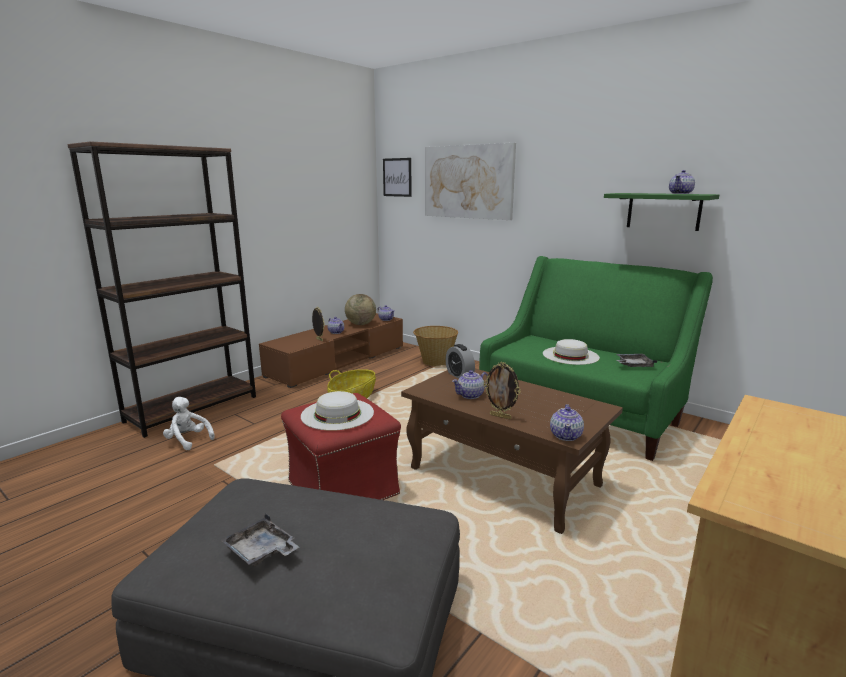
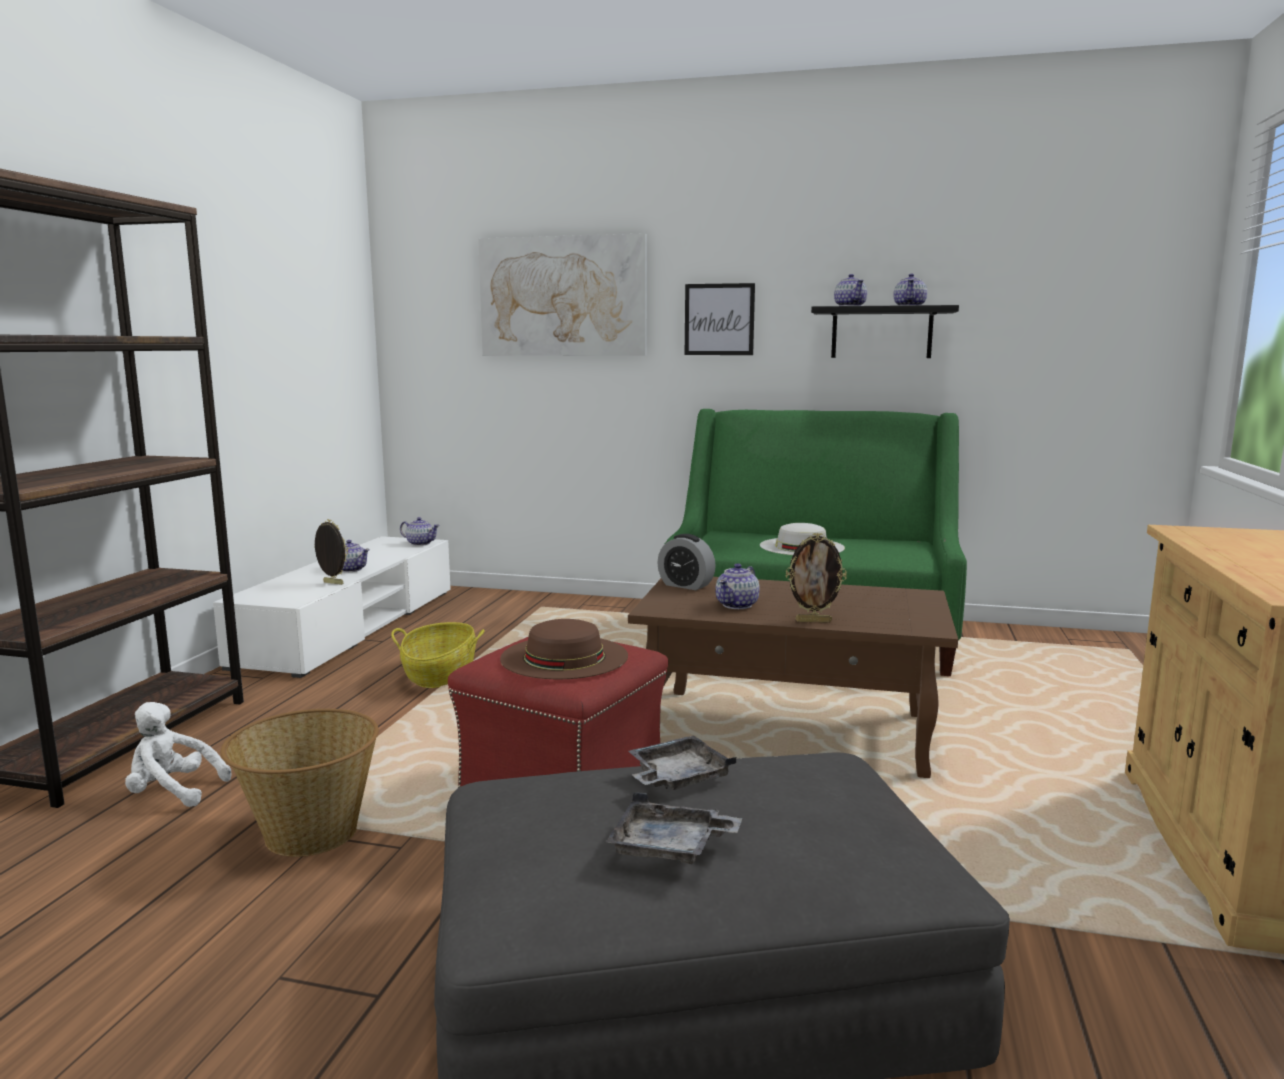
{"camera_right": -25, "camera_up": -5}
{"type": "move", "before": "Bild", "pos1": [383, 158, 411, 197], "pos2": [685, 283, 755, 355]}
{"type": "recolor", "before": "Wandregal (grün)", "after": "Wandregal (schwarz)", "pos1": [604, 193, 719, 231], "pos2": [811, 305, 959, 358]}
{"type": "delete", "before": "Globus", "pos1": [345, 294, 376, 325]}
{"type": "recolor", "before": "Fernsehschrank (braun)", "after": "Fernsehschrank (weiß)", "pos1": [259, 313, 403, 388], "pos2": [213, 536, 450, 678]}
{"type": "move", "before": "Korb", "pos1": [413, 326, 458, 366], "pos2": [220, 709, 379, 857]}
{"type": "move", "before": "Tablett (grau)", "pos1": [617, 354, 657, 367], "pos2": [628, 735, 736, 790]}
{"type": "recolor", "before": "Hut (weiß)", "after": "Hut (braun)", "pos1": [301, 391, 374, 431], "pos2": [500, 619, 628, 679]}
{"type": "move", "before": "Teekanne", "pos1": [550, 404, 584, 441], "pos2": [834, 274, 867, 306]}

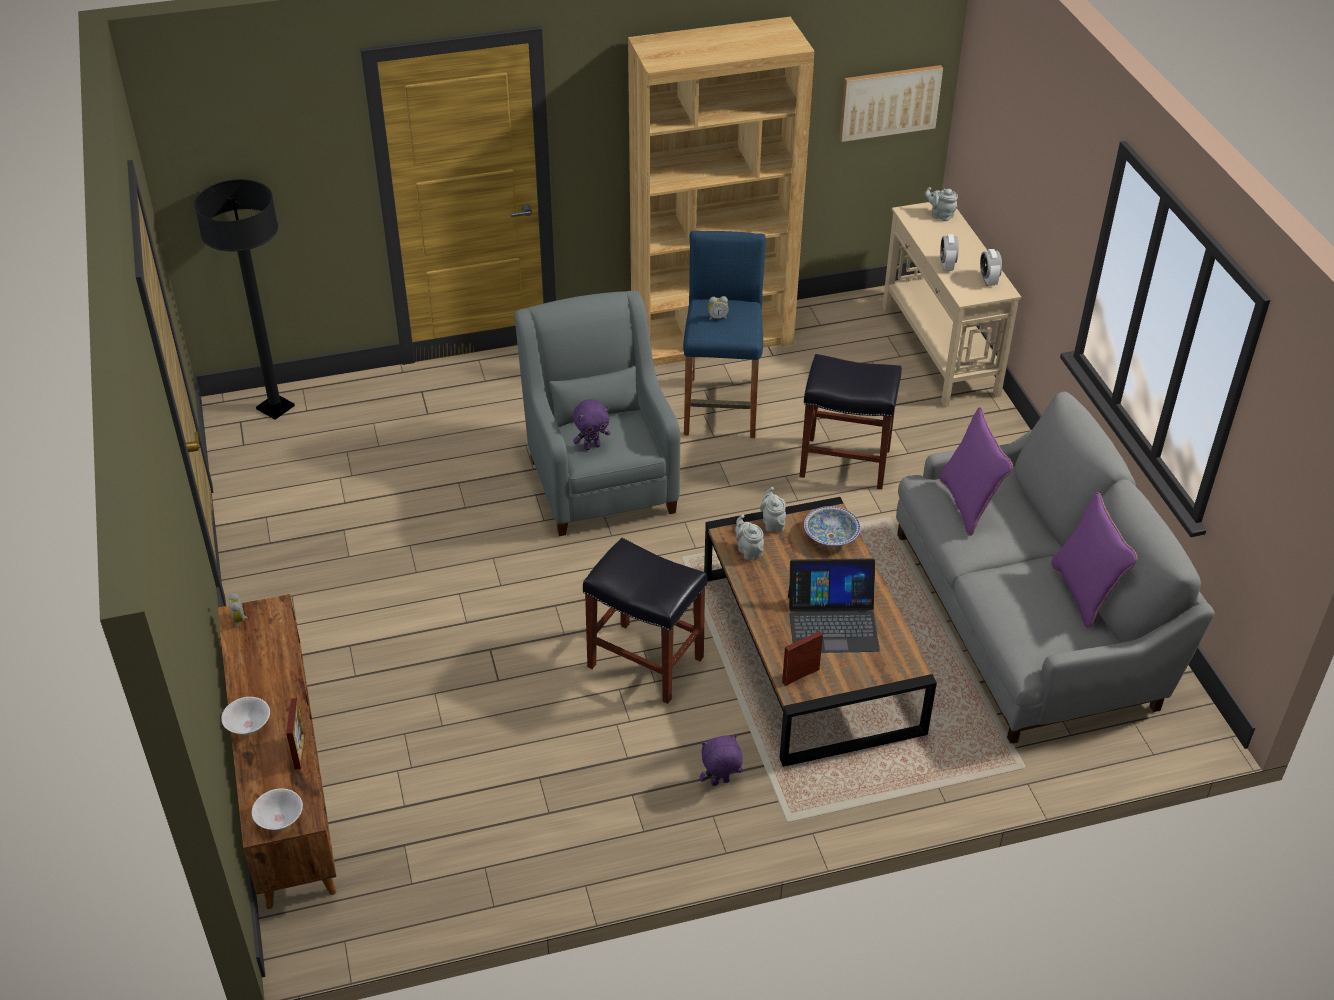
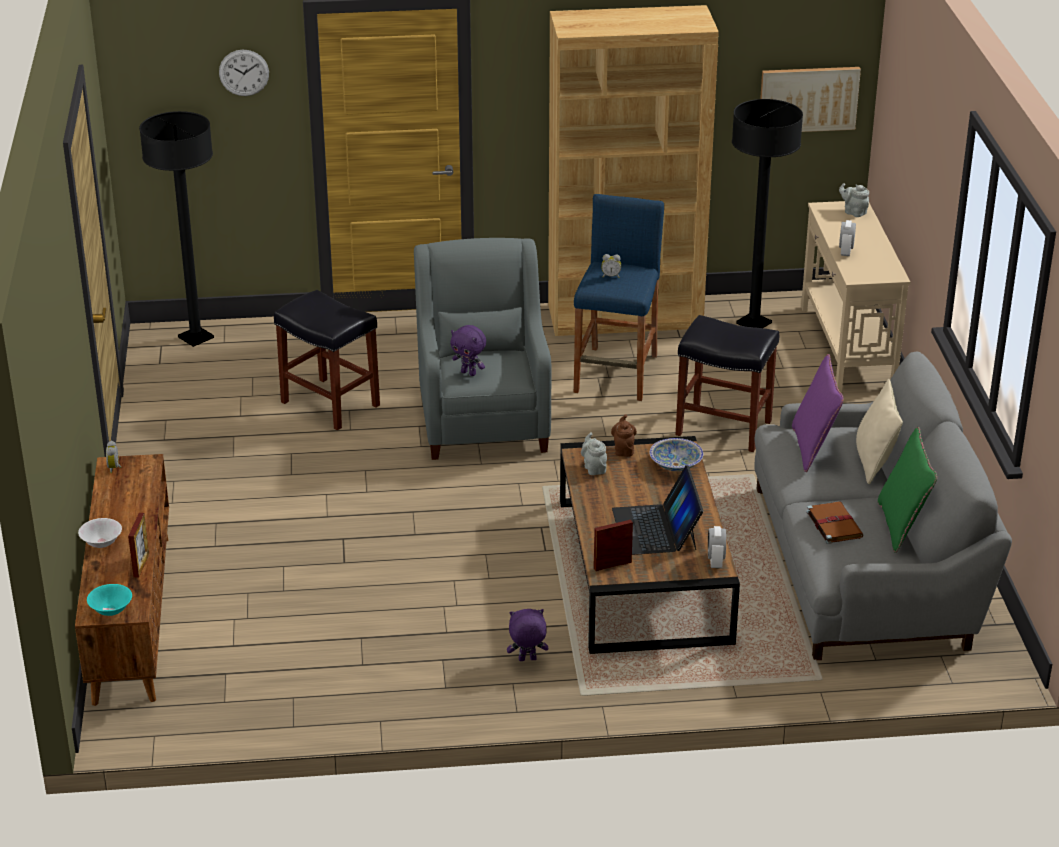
{"camera_right": 10, "camera_up": -10}
{"type": "move", "before": "Wecker", "pos1": [980, 249, 1002, 286], "pos2": [708, 526, 726, 568]}
{"type": "rotate", "before": "Plüschtier (lila)", "pos1": [573, 399, 610, 450], "pos2": [451, 325, 486, 376], "turn": 45}
{"type": "recolor", "before": "Teekanne (grau)", "after": "Teekanne (braun)", "pos1": [760, 487, 786, 532], "pos2": [611, 414, 637, 457]}
{"type": "recolor", "before": "Kissen (lila)", "after": "Kissen (grün)", "pos1": [1051, 492, 1138, 629], "pos2": [878, 427, 937, 553]}
{"type": "move", "before": "Hocker (schwarz)", "pos1": [583, 538, 708, 704], "pos2": [274, 290, 380, 430]}
{"type": "rotate", "before": "Laptop", "pos1": [788, 558, 880, 653], "pos2": [612, 465, 703, 555], "turn": 75}
{"type": "recolor", "before": "Schüssel (weiß)", "after": "Schüssel (türkis)", "pos1": [252, 788, 303, 830], "pos2": [87, 584, 132, 616]}
{"type": "insert", "after": "Wanduhr", "pos2": [219, 50, 269, 96]}
{"type": "insert", "after": "Stehlampe (schwarz)", "pos2": [732, 99, 803, 328]}
{"type": "insert", "after": "Kissen (beige)", "pos2": [856, 379, 903, 484]}
{"type": "insert", "after": "Buch (braun)", "pos2": [806, 501, 863, 544]}

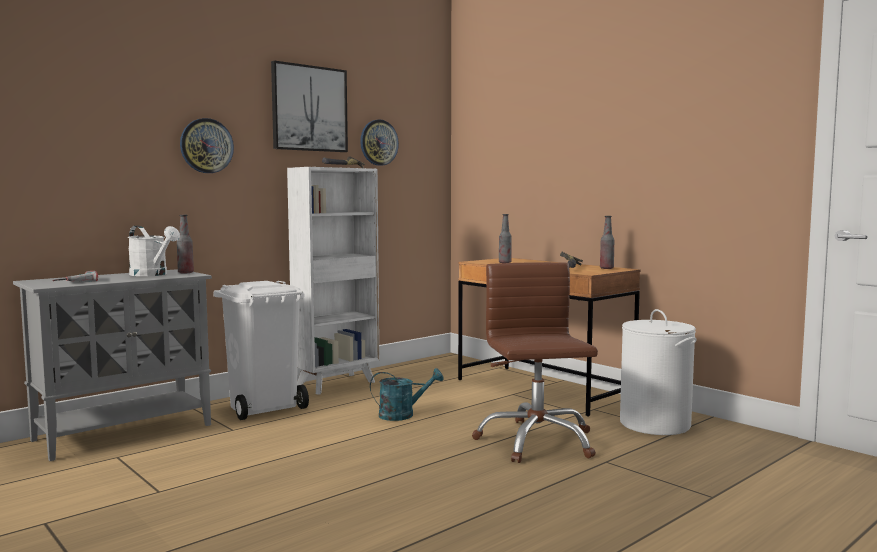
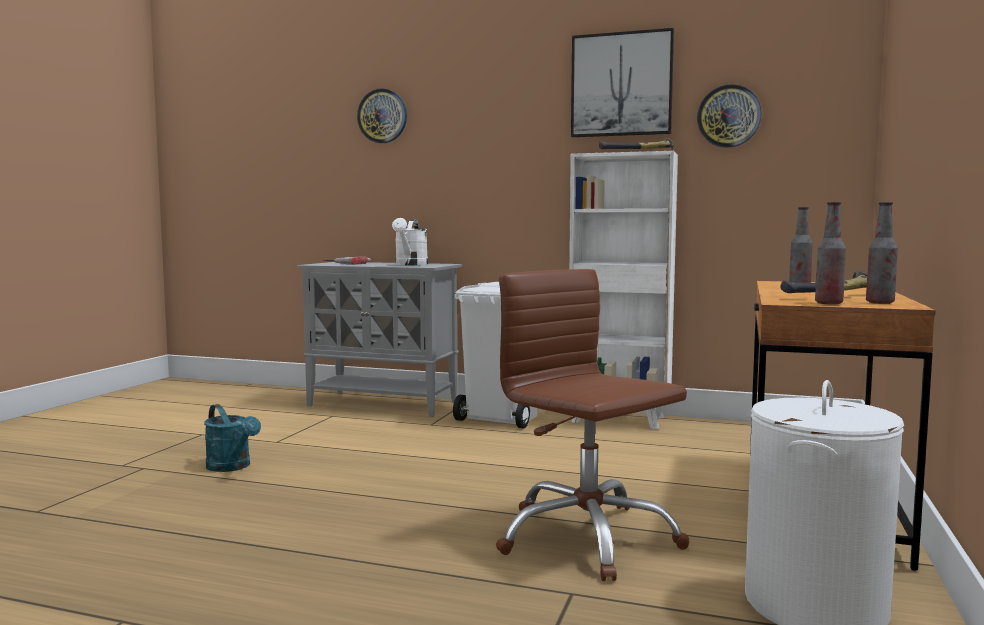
{"camera_right": 60, "camera_up": 0}
{"type": "move", "before": "Wanduhr", "pos1": [180, 118, 234, 173], "pos2": [357, 88, 407, 143]}
{"type": "move", "before": "Flasche", "pos1": [177, 215, 194, 273], "pos2": [815, 202, 846, 304]}
{"type": "rotate", "before": "Bürostuhl (braun)", "pos1": [472, 262, 598, 463], "pos2": [496, 269, 689, 581], "turn": -90}
{"type": "move", "before": "Gießkanne (türkis)", "pos1": [370, 368, 444, 421], "pos2": [204, 404, 261, 472]}

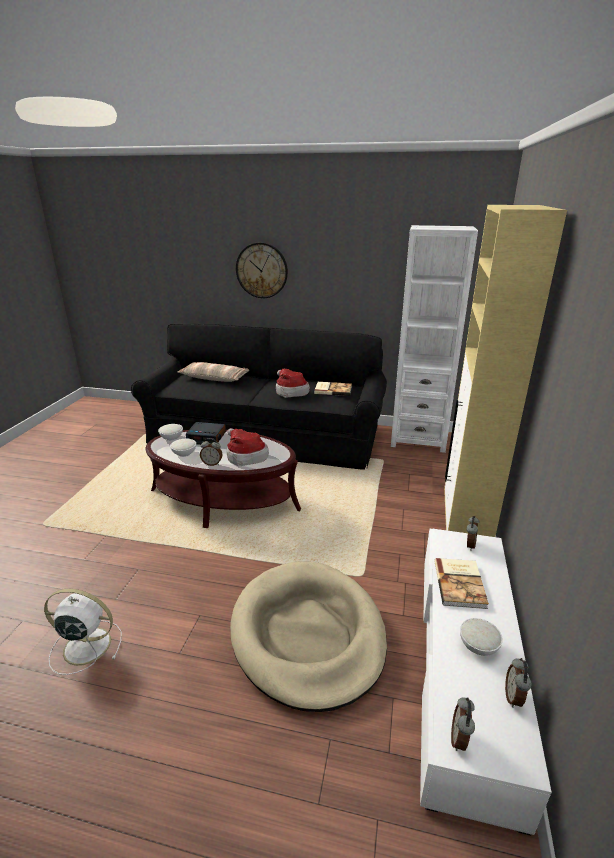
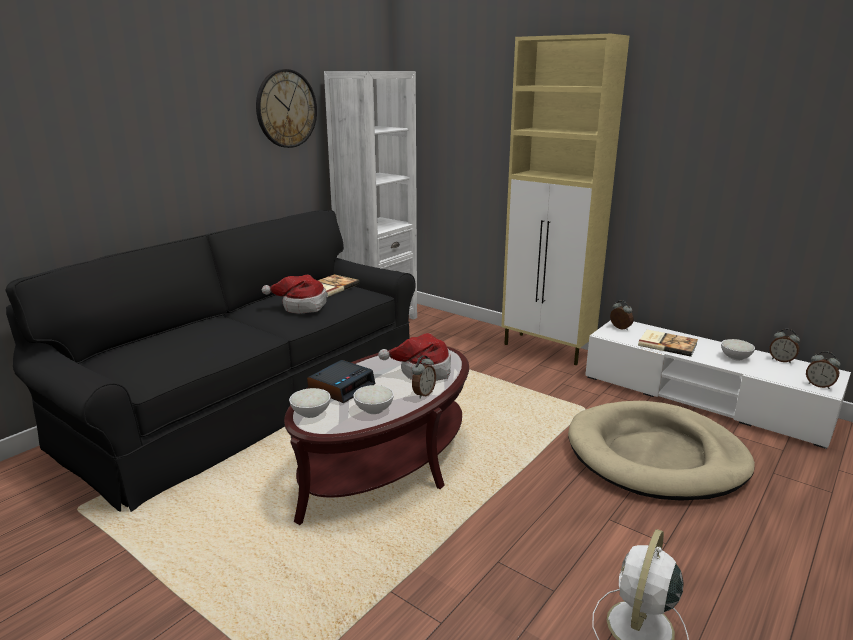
{"camera_right": -65, "camera_up": -5}
{"type": "move", "before": "Wanduhr", "pos1": [236, 242, 288, 298], "pos2": [256, 69, 317, 148]}
{"type": "delete", "before": "Kissen", "pos1": [177, 362, 249, 382]}

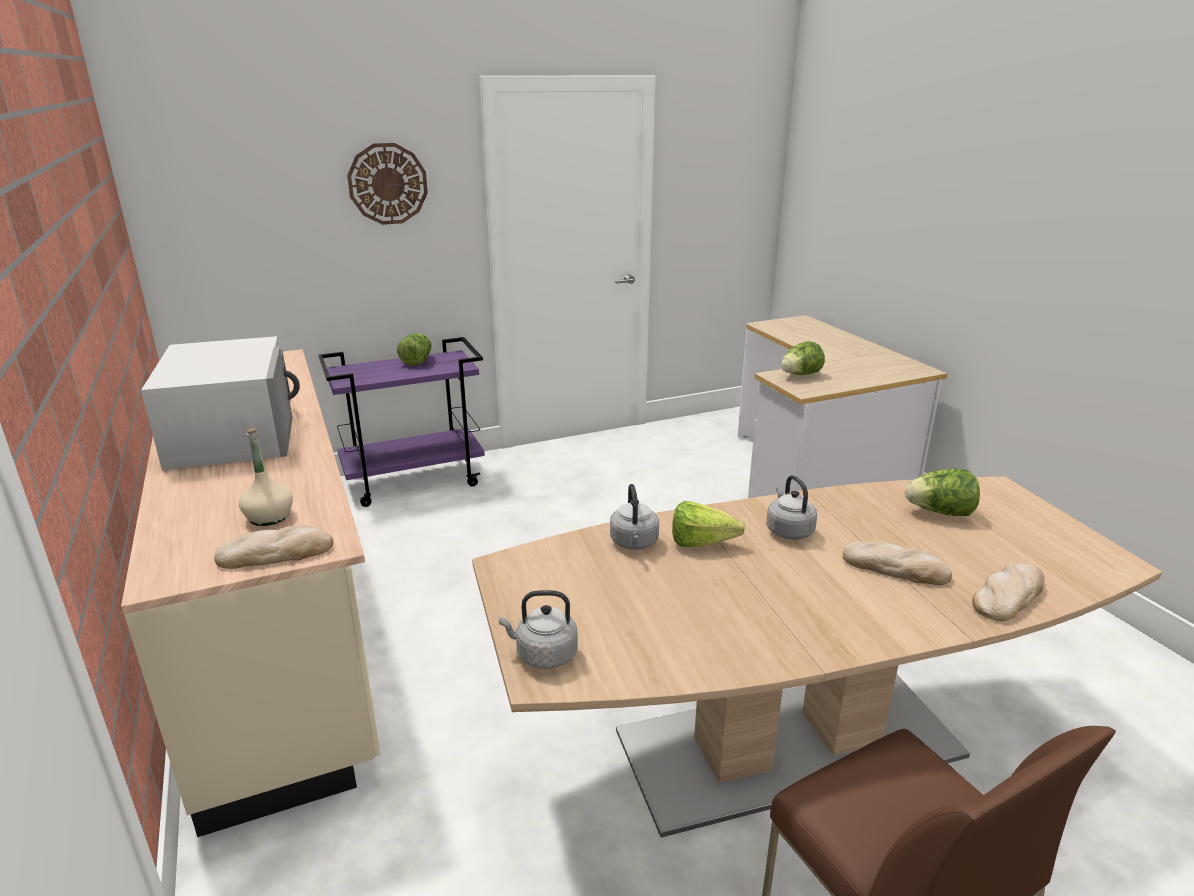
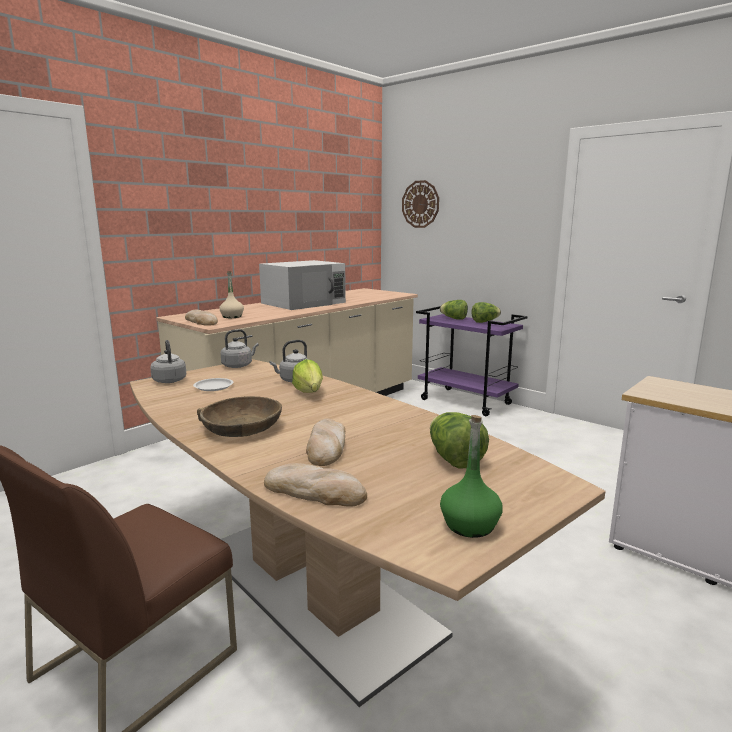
{"camera_right": 65, "camera_up": -10}
{"type": "move", "before": "Wanduhr", "pos1": [347, 143, 428, 225], "pos2": [402, 180, 439, 228]}
{"type": "move", "before": "Salatkopf", "pos1": [781, 341, 825, 375], "pos2": [440, 300, 468, 320]}
{"type": "move", "before": "Wasserkessel (grau)", "pos1": [767, 475, 817, 540], "pos2": [221, 329, 259, 368]}
{"type": "insert", "after": "Teller (weiß)", "pos2": [193, 378, 233, 391]}
{"type": "insert", "after": "Schüssel (braun)", "pos2": [197, 396, 282, 437]}
{"type": "insert", "after": "Flasche (grün)", "pos2": [440, 415, 503, 538]}

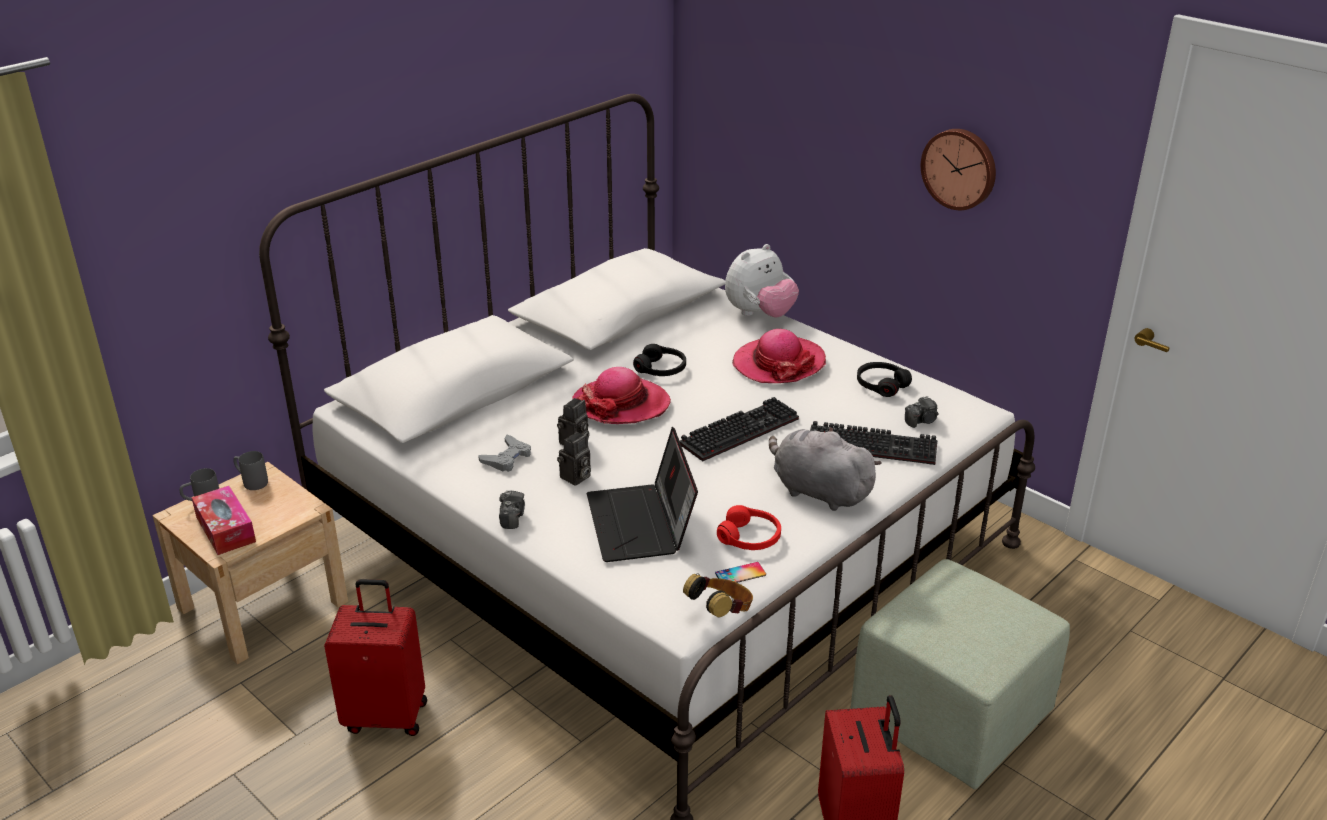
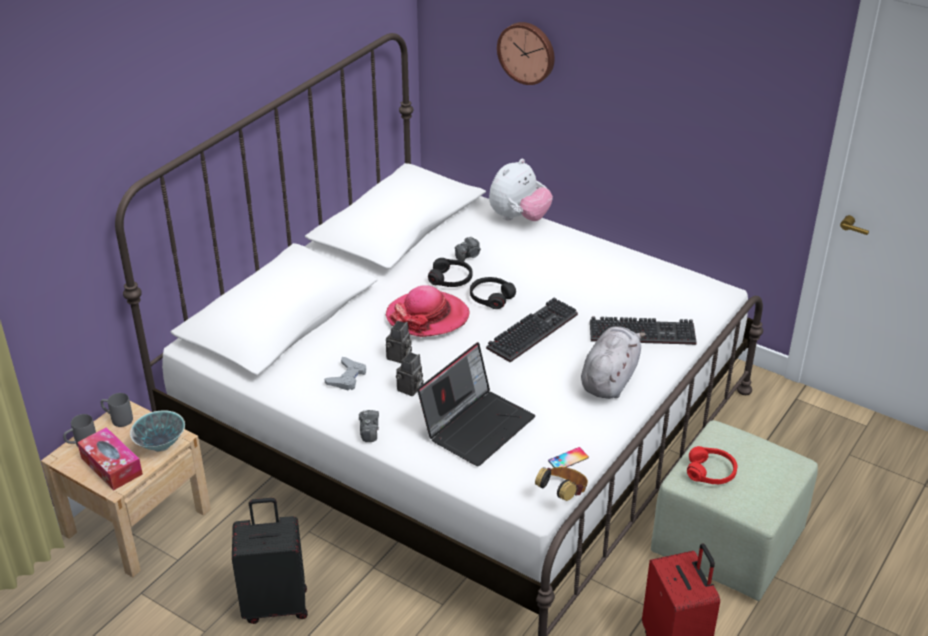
{"camera_right": -10, "camera_up": 5}
{"type": "move", "before": "Wanduhr", "pos1": [921, 129, 996, 210], "pos2": [497, 22, 555, 85]}
{"type": "delete", "before": "Hut", "pos1": [732, 329, 826, 383]}
{"type": "move", "before": "Kopfhörer (schwarz)", "pos1": [857, 362, 912, 397], "pos2": [470, 277, 516, 309]}
{"type": "move", "before": "Kamera", "pos1": [905, 396, 938, 428], "pos2": [455, 236, 481, 262]}
{"type": "rotate", "before": "Laptop", "pos1": [587, 427, 698, 562], "pos2": [417, 342, 535, 466], "turn": -120}
{"type": "rotate", "before": "Plüschtier (grau)", "pos1": [769, 427, 882, 511], "pos2": [581, 326, 646, 399], "turn": 90}
{"type": "move", "before": "Kopfhörer (rot)", "pos1": [717, 505, 781, 550], "pos2": [687, 446, 737, 484]}
{"type": "recolor", "before": "Koffer (rot)", "after": "Koffer (schwarz)", "pos1": [324, 579, 427, 736], "pos2": [232, 498, 308, 624]}
{"type": "insert", "after": "Schüssel", "pos2": [130, 410, 185, 452]}

